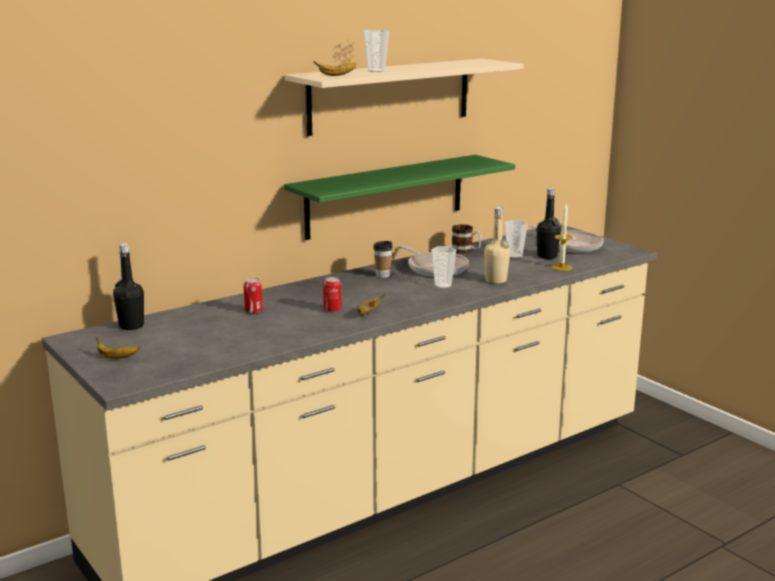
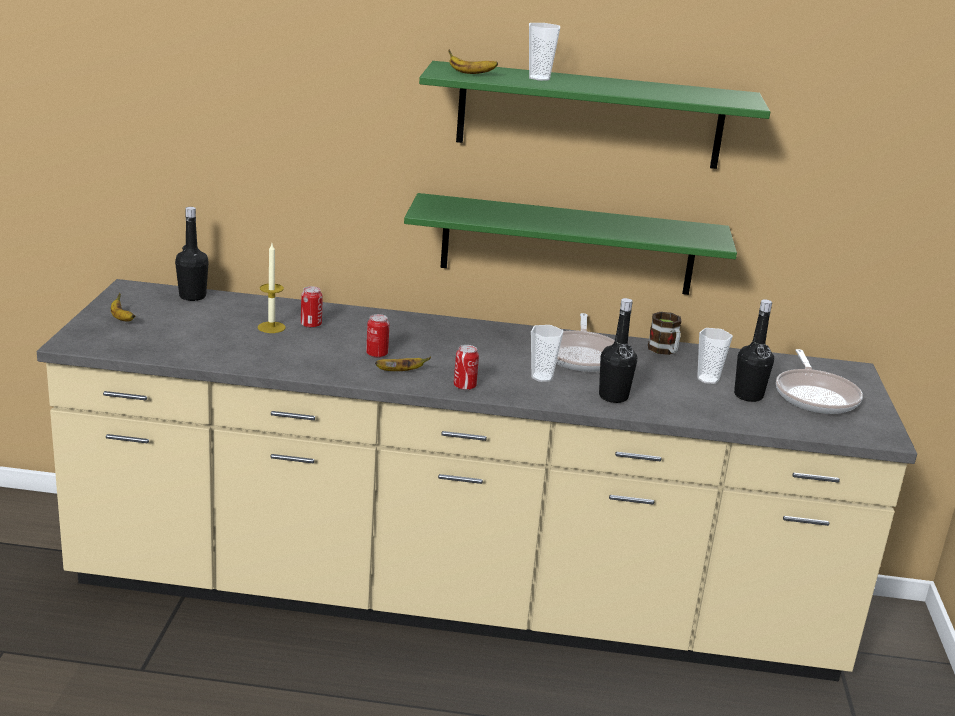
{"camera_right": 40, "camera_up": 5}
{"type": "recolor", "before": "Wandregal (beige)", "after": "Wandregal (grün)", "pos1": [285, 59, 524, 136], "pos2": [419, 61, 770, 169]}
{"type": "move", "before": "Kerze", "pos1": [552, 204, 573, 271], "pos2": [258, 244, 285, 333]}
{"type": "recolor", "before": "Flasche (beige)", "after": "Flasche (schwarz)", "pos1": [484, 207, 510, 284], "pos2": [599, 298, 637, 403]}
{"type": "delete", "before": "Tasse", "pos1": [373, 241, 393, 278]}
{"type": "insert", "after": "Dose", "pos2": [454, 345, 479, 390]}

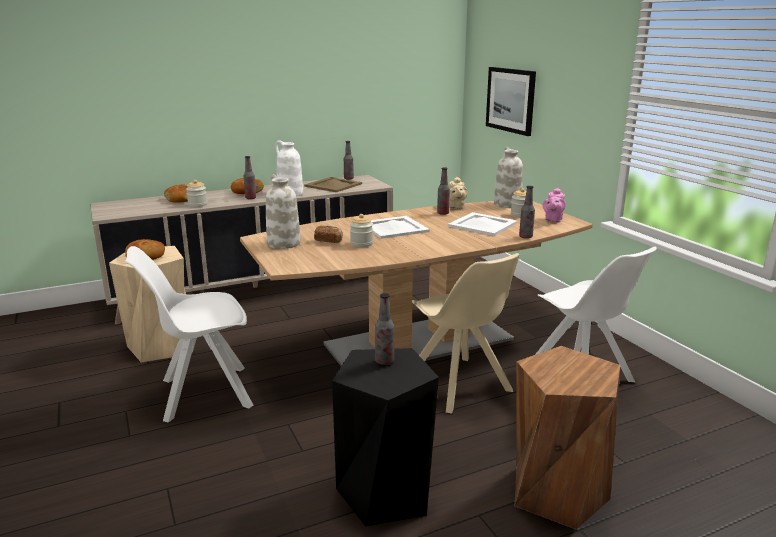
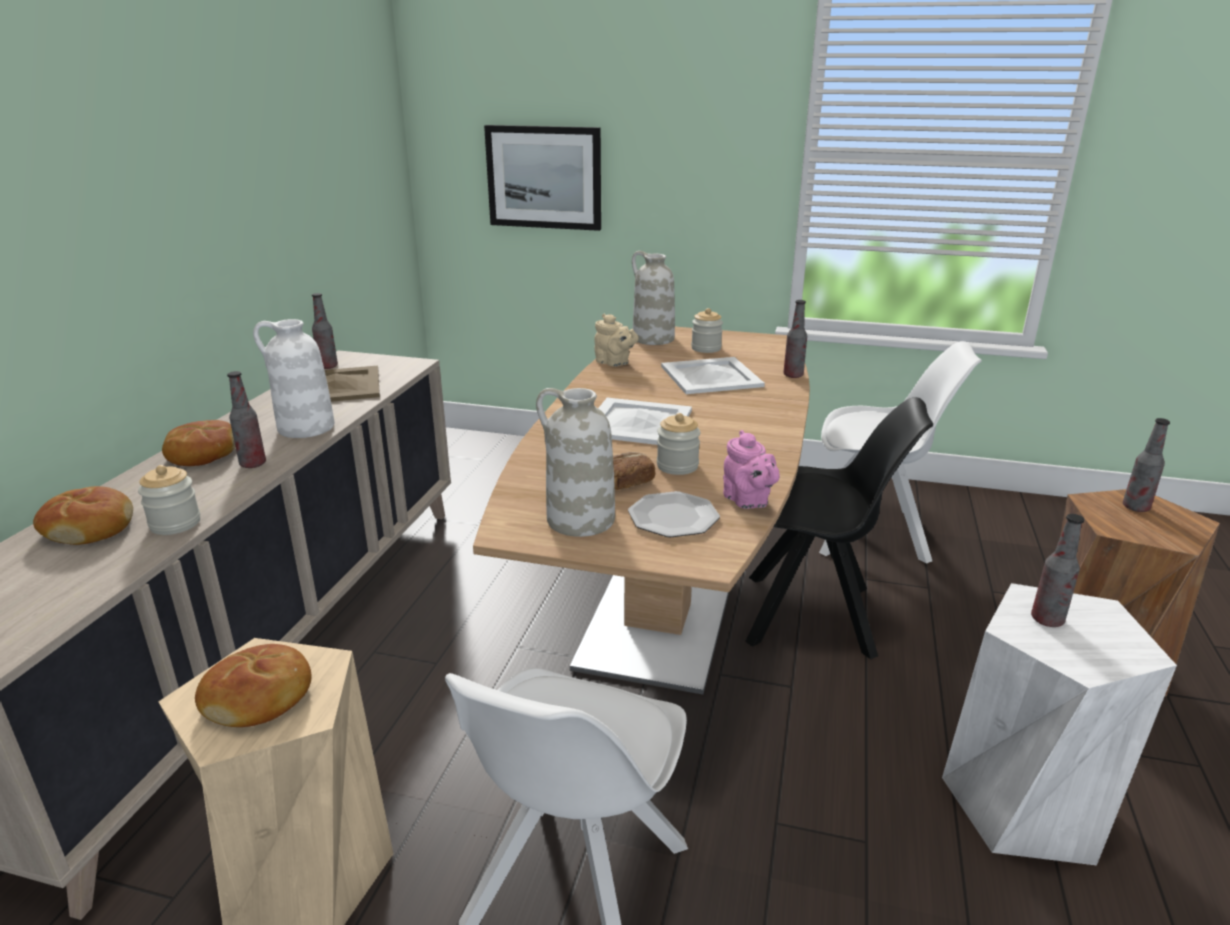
{"camera_right": -50, "camera_up": 5}
{"type": "move", "before": "Flasche", "pos1": [437, 167, 450, 215], "pos2": [1123, 418, 1170, 512]}
{"type": "move", "before": "Teekanne (rosa)", "pos1": [543, 188, 566, 223], "pos2": [723, 430, 780, 509]}
{"type": "recolor", "before": "Stuhl (beige)", "after": "Stuhl (schwarz)", "pos1": [412, 253, 519, 414], "pos2": [745, 397, 933, 659]}
{"type": "recolor", "before": "Hocker (schwarz)", "after": "Hocker (weiß)", "pos1": [332, 348, 439, 526], "pos2": [942, 583, 1177, 865]}
{"type": "insert", "after": "Teller", "pos2": [628, 491, 720, 537]}

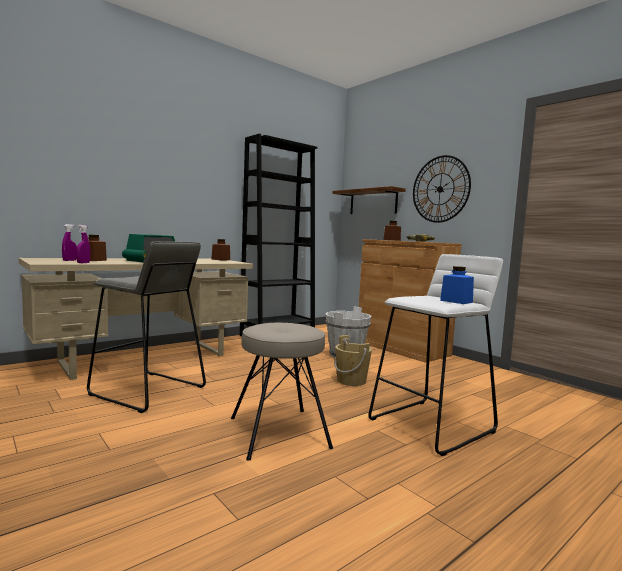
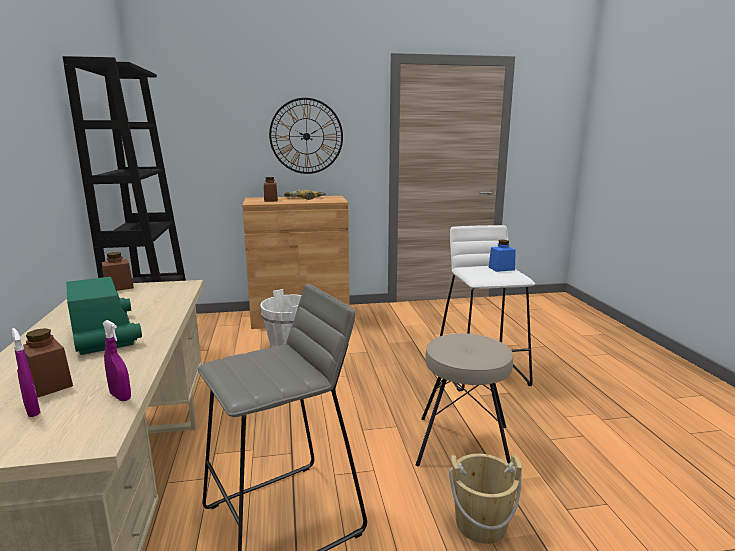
{"camera_right": -60, "camera_up": 10}
{"type": "delete", "before": "Wandregal", "pos1": [332, 186, 406, 214]}
{"type": "move", "before": "Eimer (beige)", "pos1": [335, 335, 372, 386], "pos2": [449, 454, 522, 544]}

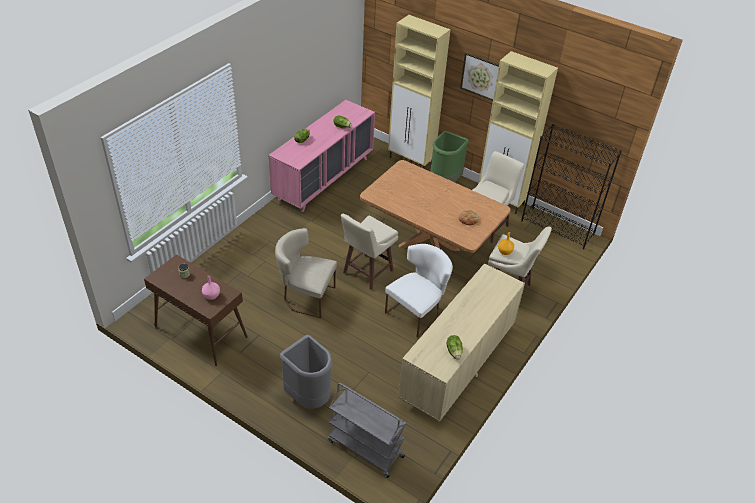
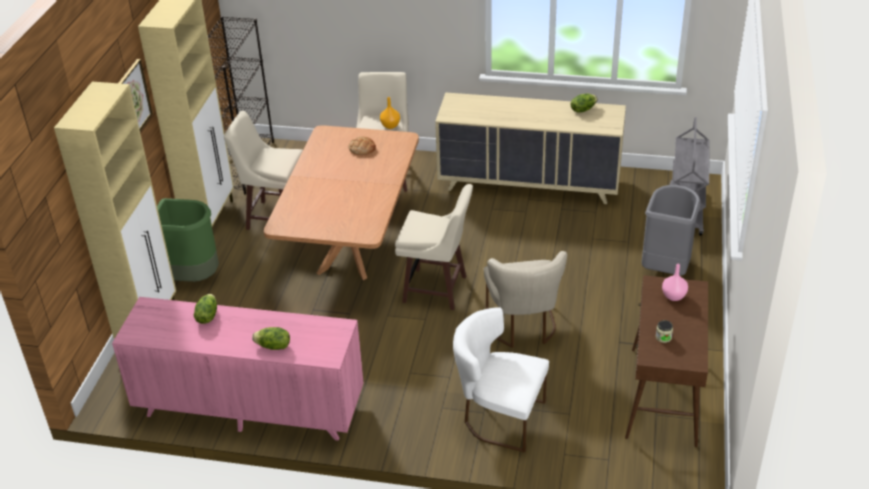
{"camera_right": -110, "camera_up": -5}
{"type": "move", "before": "Stuhl (weiß)", "pos1": [385, 244, 453, 338], "pos2": [453, 307, 549, 452]}

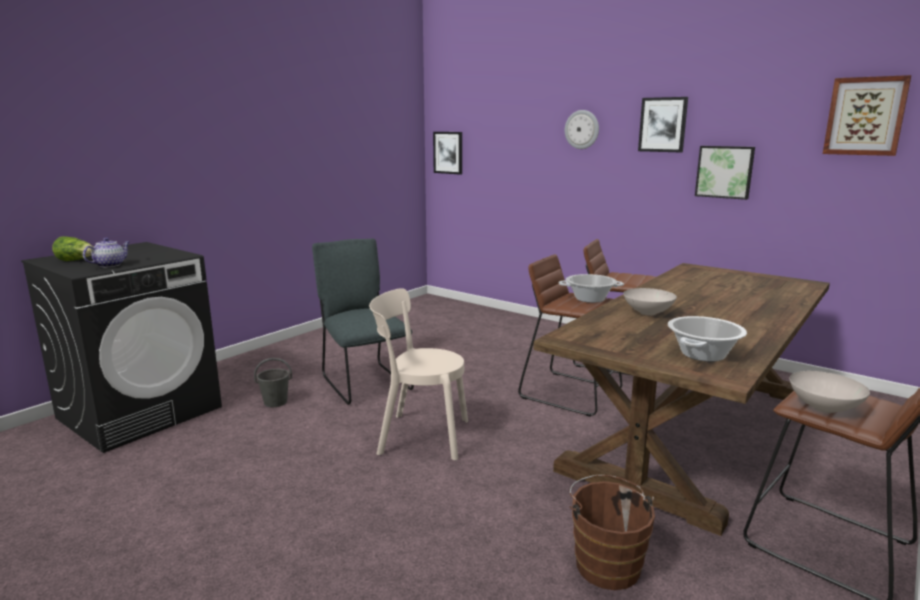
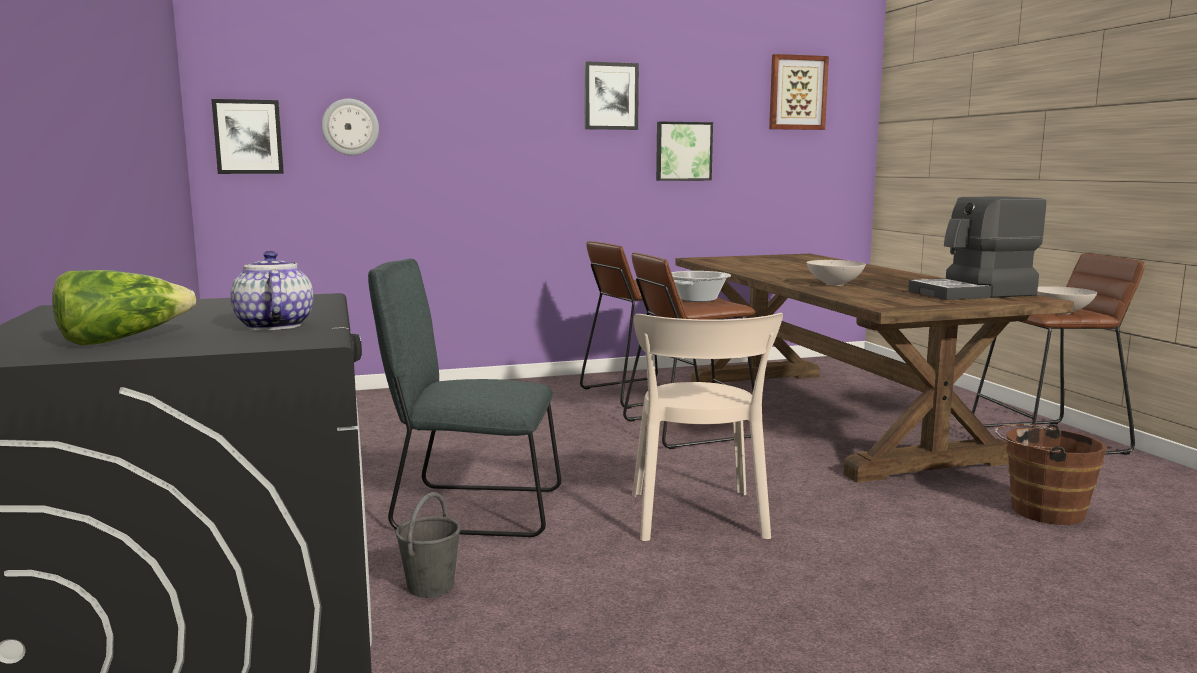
{"camera_right": -55, "camera_up": -5}
{"type": "move", "before": "Wanduhr", "pos1": [565, 110, 599, 149], "pos2": [322, 99, 379, 155]}
{"type": "rotate", "before": "Stuhl (beige)", "pos1": [369, 288, 468, 460], "pos2": [632, 313, 783, 541], "turn": -45}
{"type": "replace", "before": "Kochtopf", "after": "Kaffeemaschine", "pos1": [668, 316, 747, 362], "pos2": [908, 196, 1047, 300]}

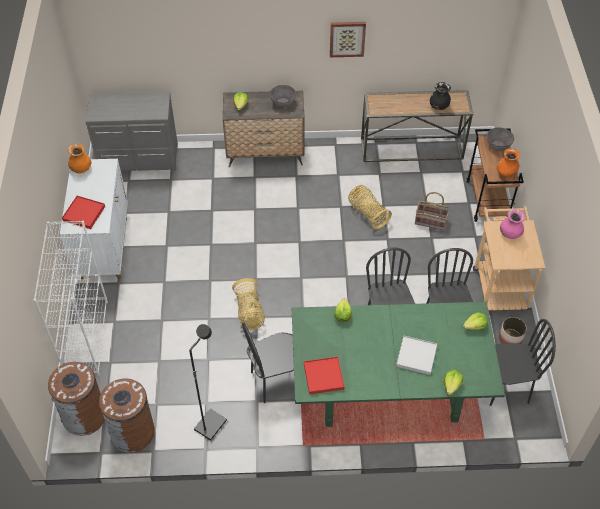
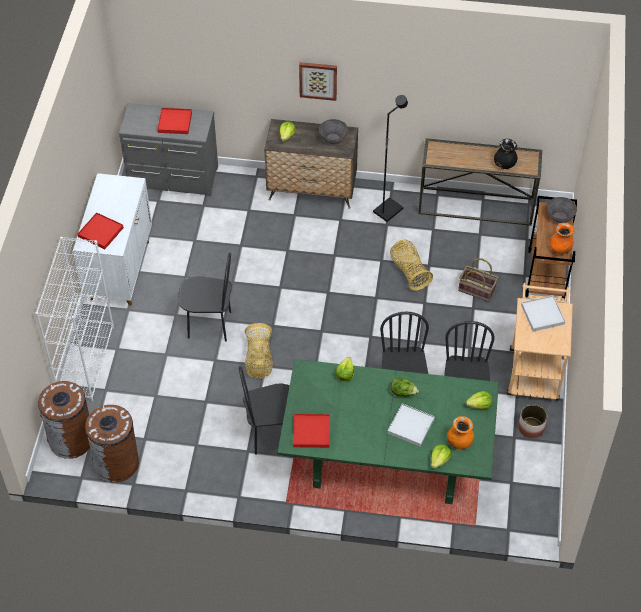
{"camera_right": 10, "camera_up": 0}
{"type": "move", "before": "Bild", "pos1": [330, 22, 366, 57], "pos2": [299, 62, 337, 101]}
{"type": "move", "before": "Vase (orange)", "pos1": [68, 144, 92, 173], "pos2": [447, 416, 474, 449]}
{"type": "replace", "before": "Vase (rosa)", "after": "Tablett (weiß)", "pos1": [500, 209, 525, 239], "pos2": [521, 295, 566, 331]}
{"type": "move", "before": "Stuhl (schwarz)", "pos1": [490, 319, 556, 406], "pos2": [178, 253, 232, 342]}
{"type": "move", "before": "Stehlampe (schwarz)", "pos1": [189, 324, 227, 441], "pos2": [373, 95, 408, 222]}
{"type": "insert", "after": "Tablett (rot)", "pos2": [157, 108, 192, 134]}
{"type": "insert", "after": "Salatkopf", "pos2": [391, 377, 419, 397]}

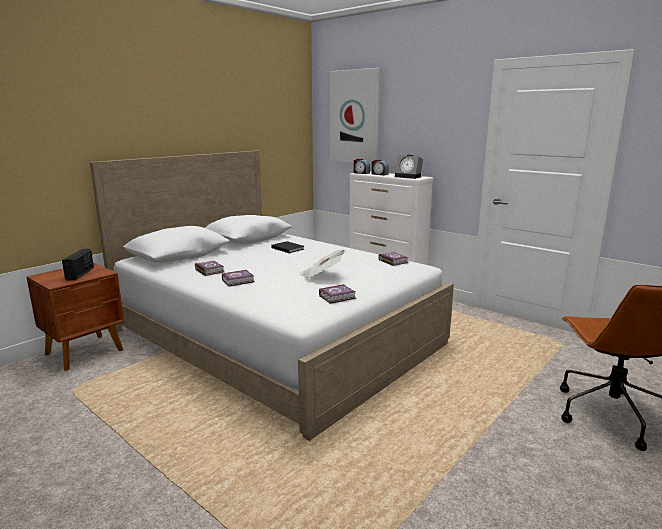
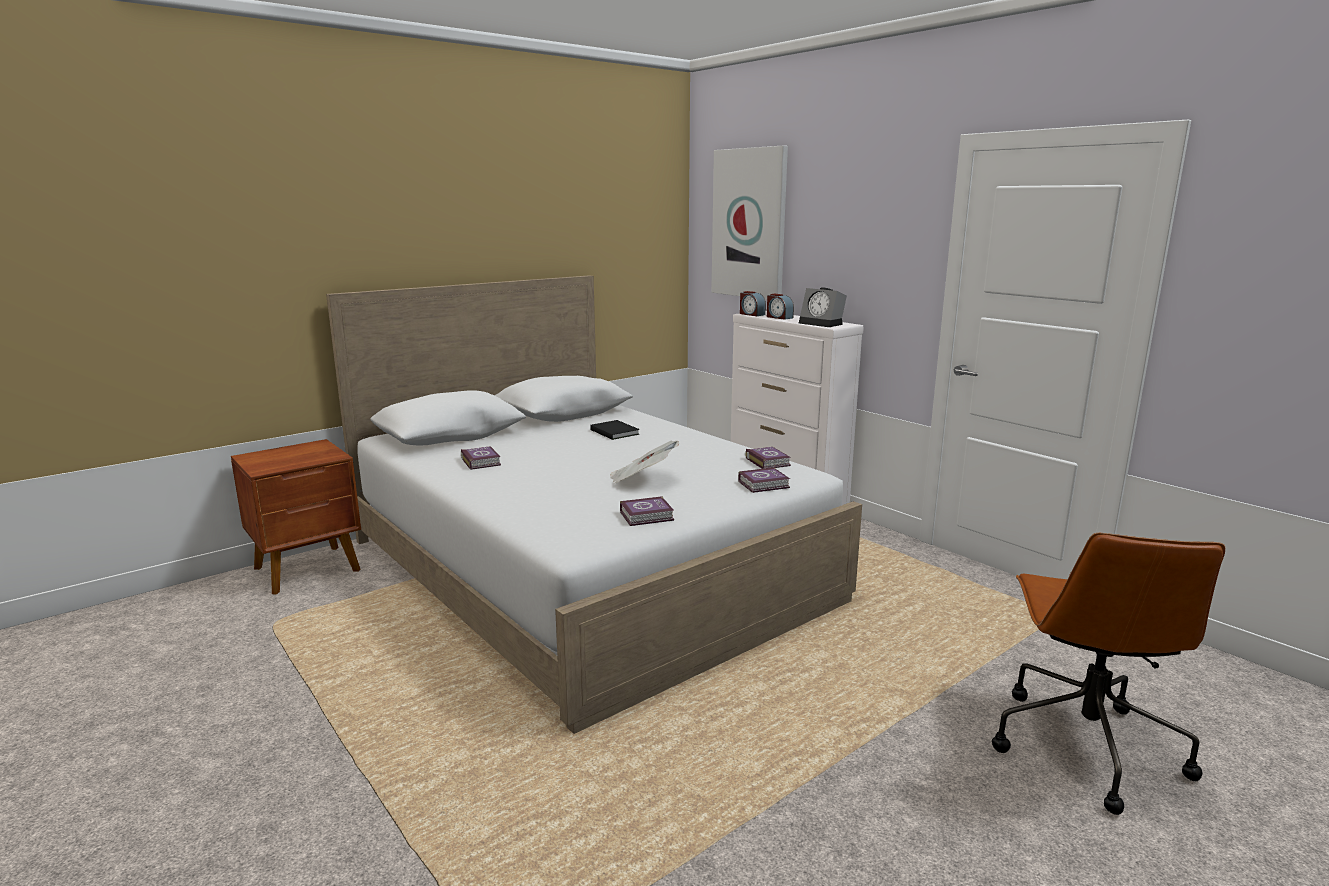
{"camera_right": 10, "camera_up": 0}
{"type": "delete", "before": "Radio", "pos1": [62, 249, 94, 280]}
{"type": "move", "before": "Buch", "pos1": [222, 270, 255, 286], "pos2": [738, 467, 790, 493]}

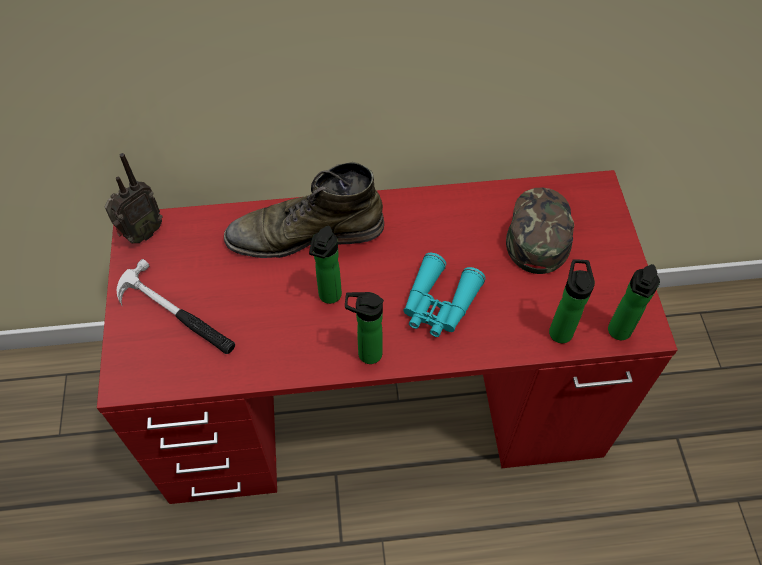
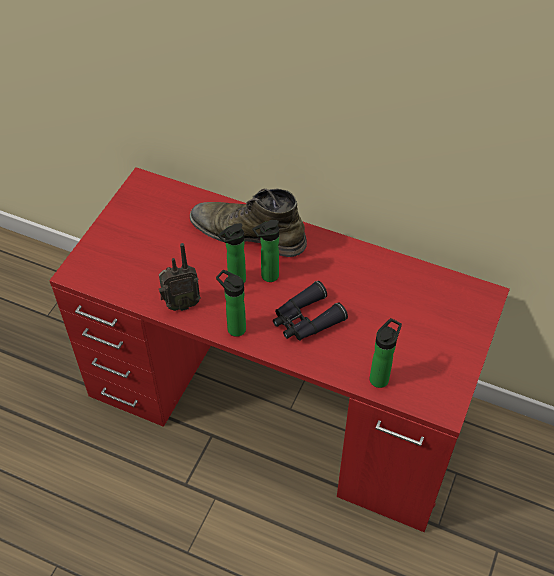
{"camera_right": 30, "camera_up": -5}
{"type": "move", "before": "Radio", "pos1": [105, 153, 163, 243], "pos2": [159, 243, 201, 311]}
{"type": "delete", "before": "Kappe (grün)", "pos1": [506, 187, 574, 274]}
{"type": "recolor", "before": "Fernglas (türkis)", "after": "Fernglas (schwarz)", "pos1": [403, 253, 486, 337], "pos2": [273, 281, 348, 341]}
{"type": "delete", "before": "Hammer", "pos1": [117, 259, 235, 354]}
{"type": "move", "before": "Flasche", "pos1": [608, 264, 660, 340], "pos2": [252, 220, 279, 282]}

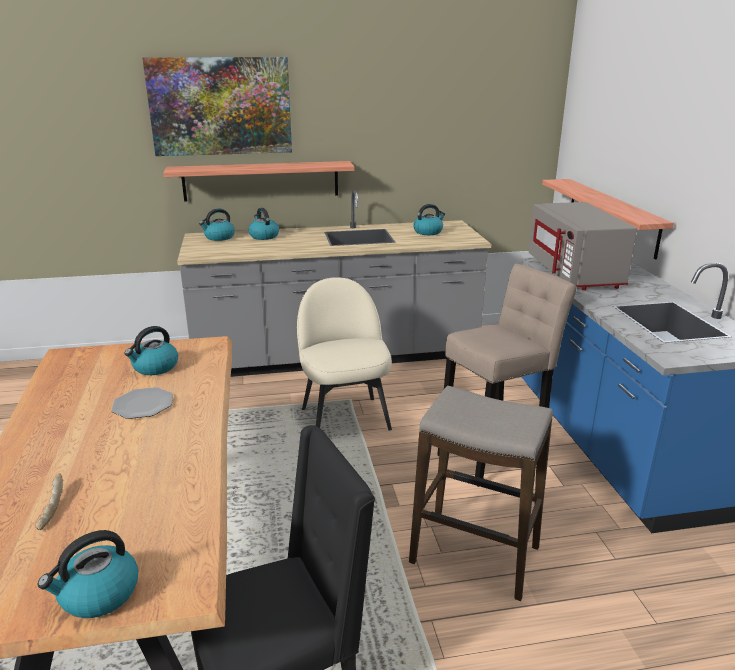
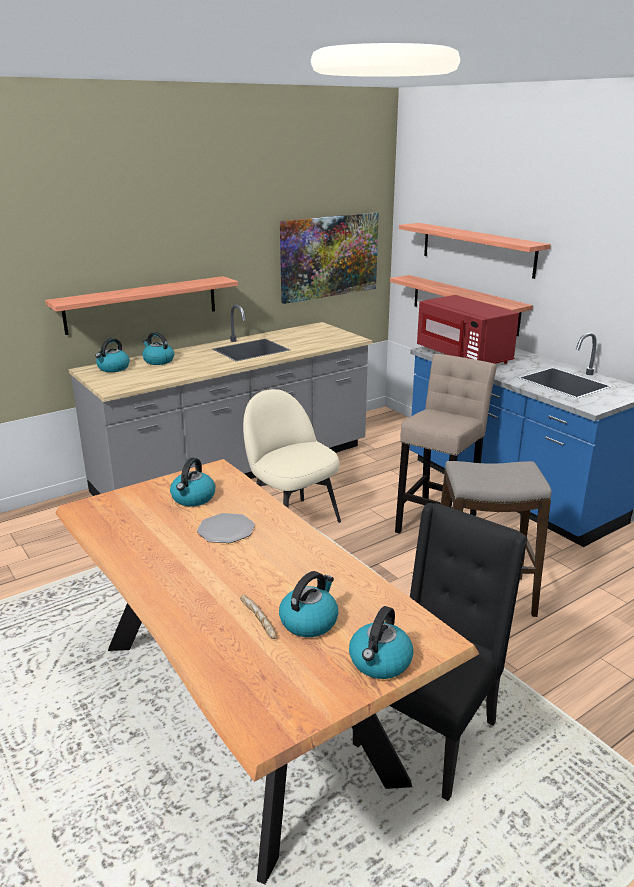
{"camera_right": -25, "camera_up": 0}
{"type": "move", "before": "Bild", "pos1": [142, 57, 292, 156], "pos2": [280, 212, 379, 304]}
{"type": "recolor", "before": "Mikrowelle (grau)", "after": "Mikrowelle (rot)", "pos1": [528, 202, 637, 291], "pos2": [417, 295, 519, 364]}
{"type": "move", "before": "Wasserkessel", "pos1": [413, 204, 445, 235], "pos2": [279, 571, 338, 637]}
{"type": "insert", "after": "Wandregal", "pos2": [399, 223, 551, 279]}

